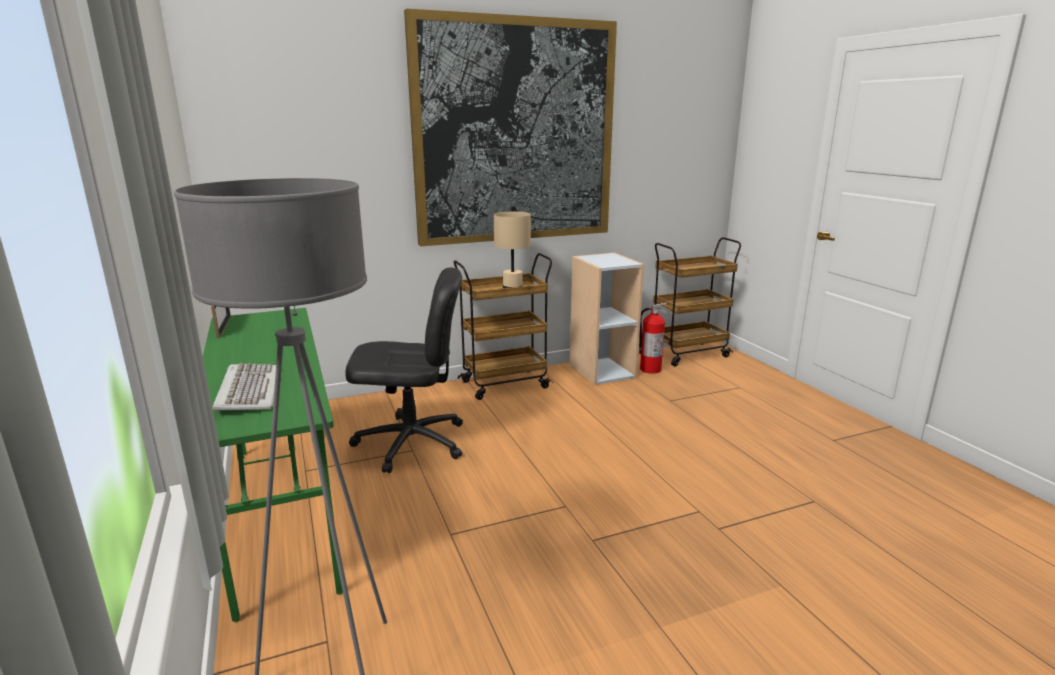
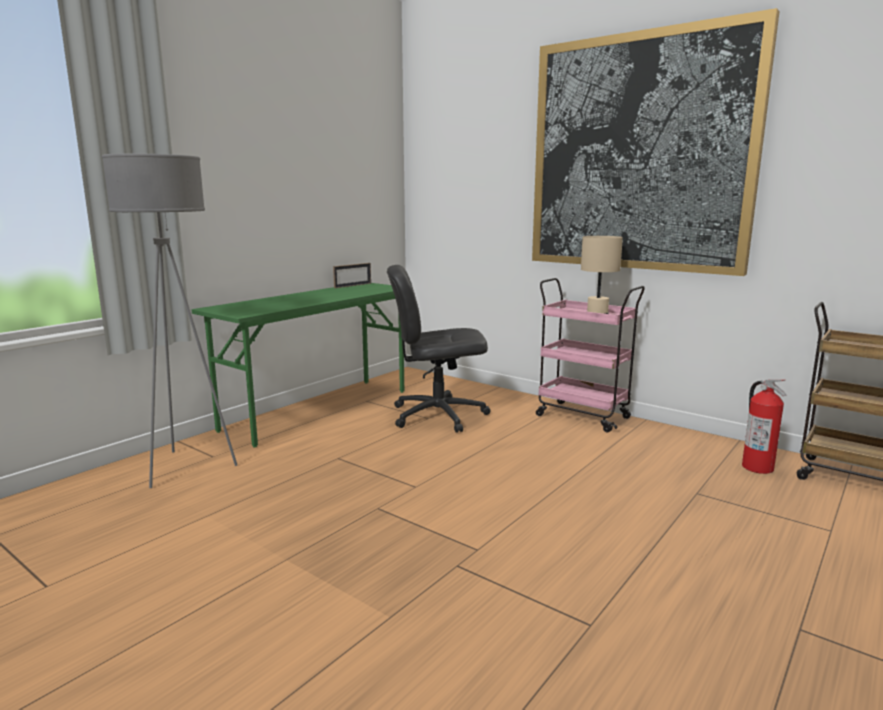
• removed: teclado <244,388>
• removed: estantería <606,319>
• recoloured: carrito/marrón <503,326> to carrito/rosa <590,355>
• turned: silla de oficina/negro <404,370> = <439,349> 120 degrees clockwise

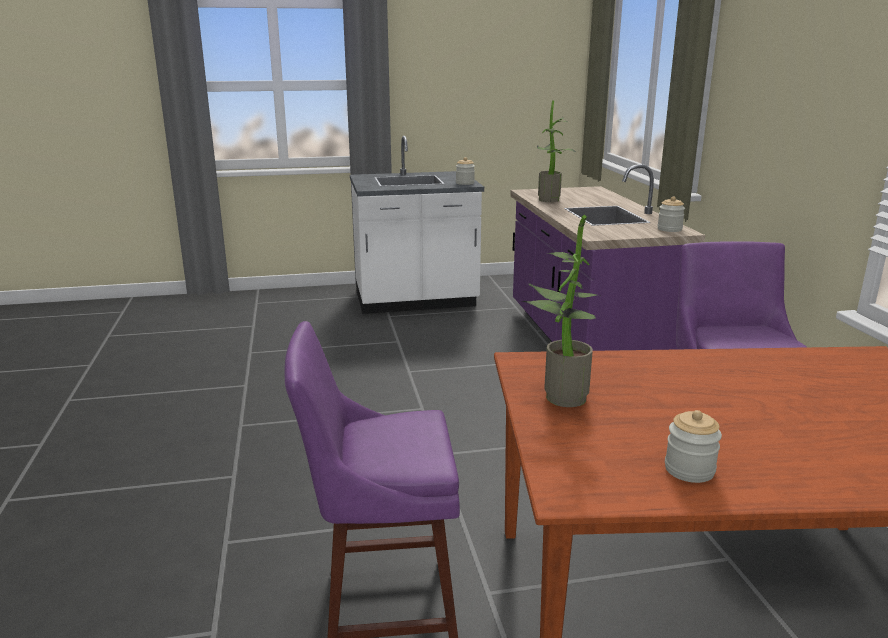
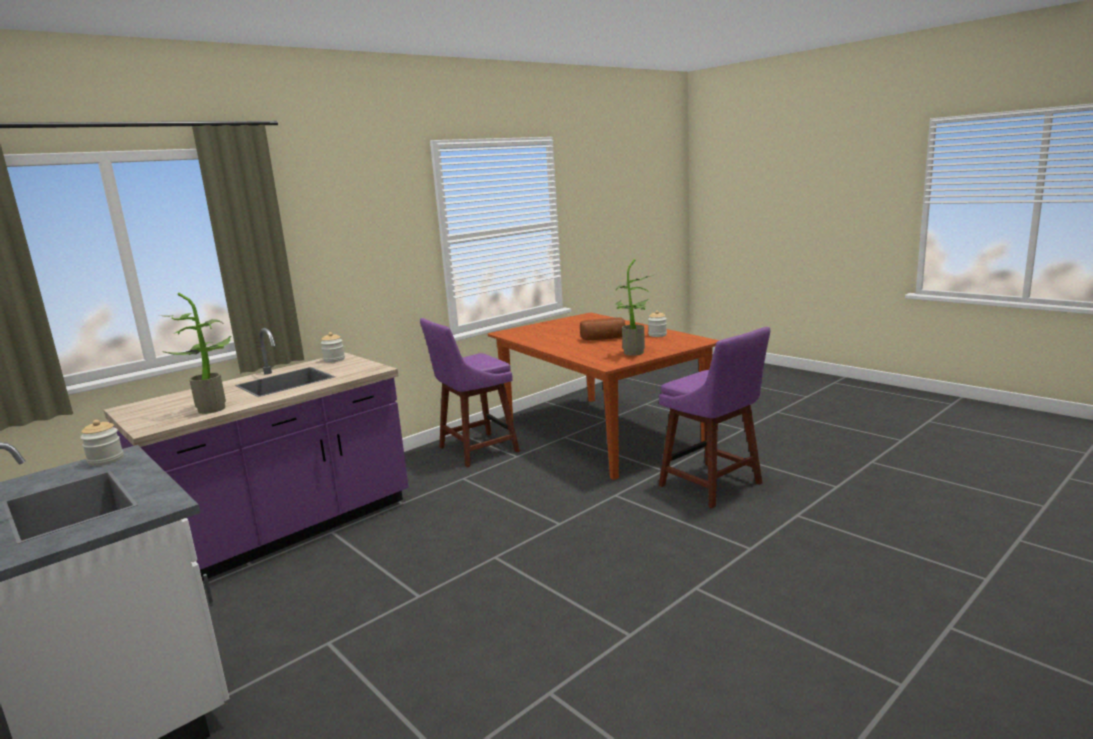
• added: pan <602,328>

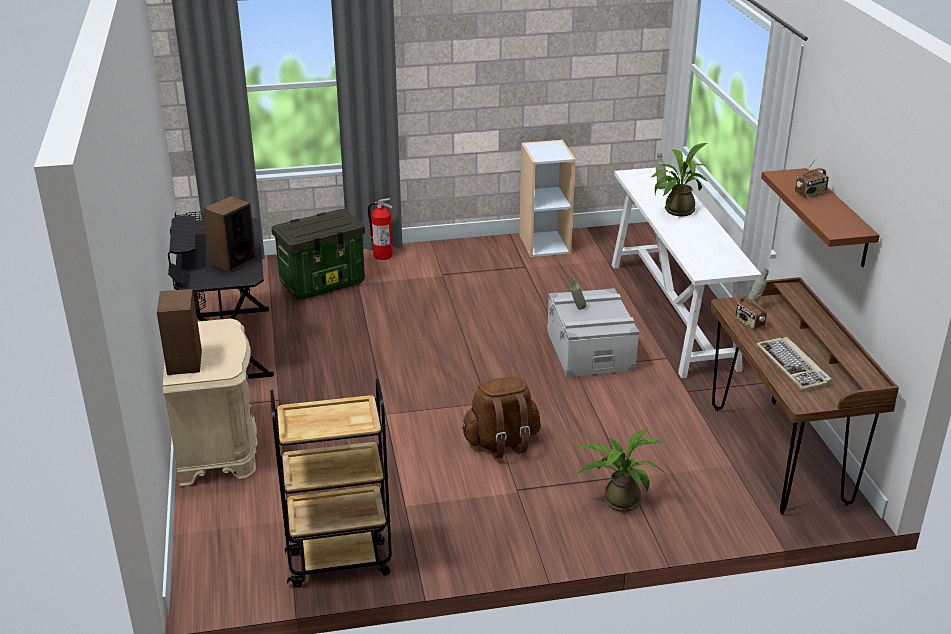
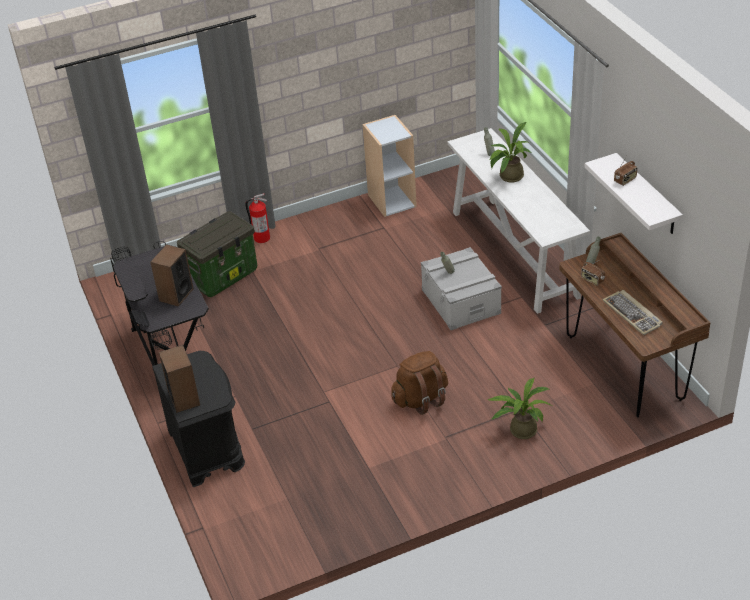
• removed: carrito/marrón <331,483>
• recoloured: mesita de noche/beis <210,402> to mesita de noche/negro <198,419>
• recoloured: estante/marrón <820,217> to estante/blanco <634,193>

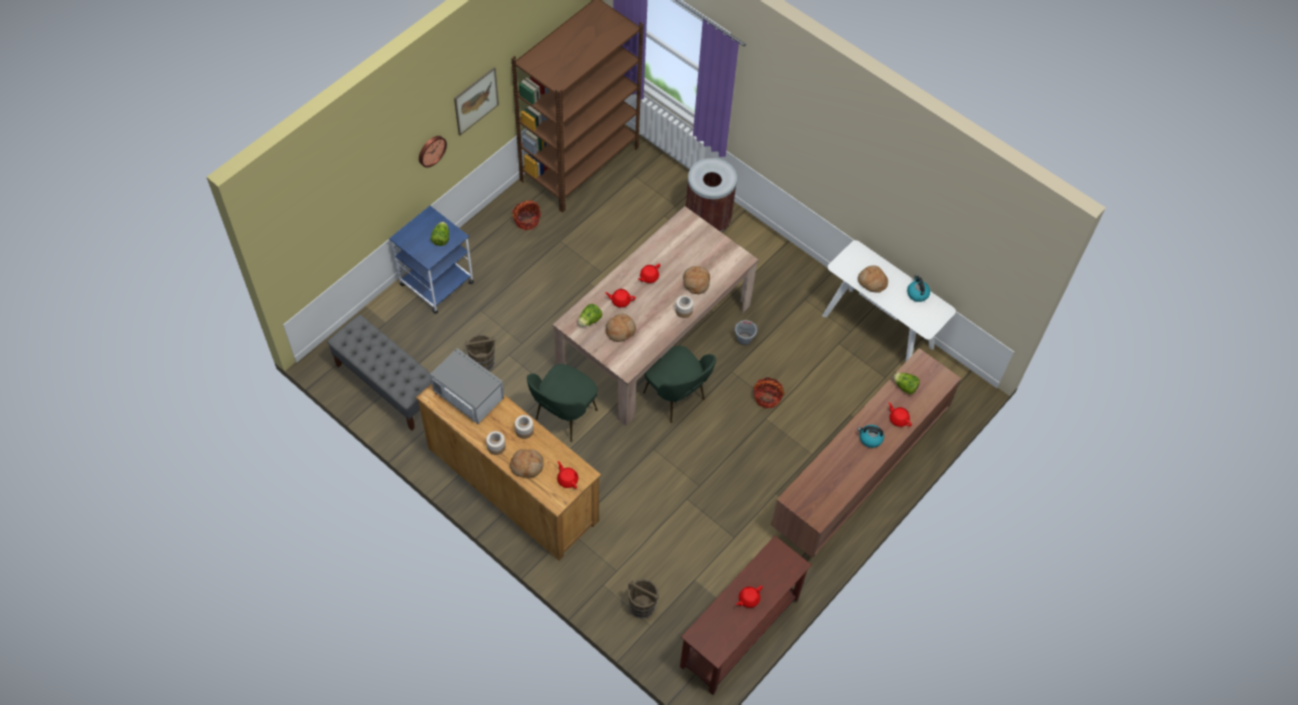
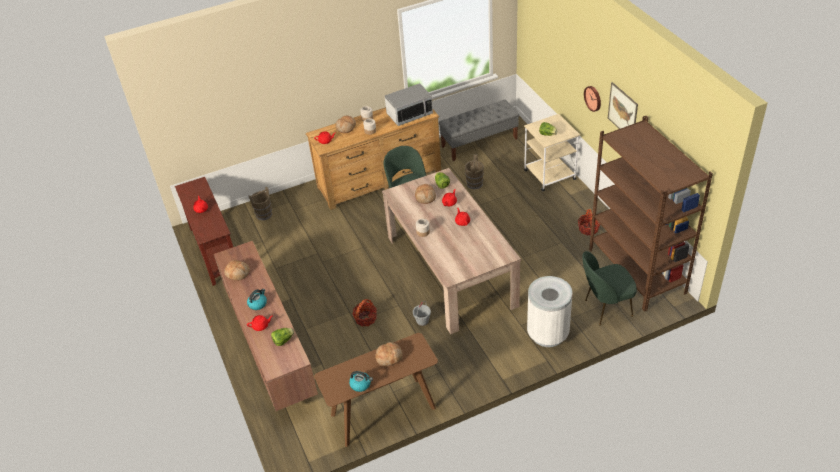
• moved: silla/verde <679,384> to <609,288>
• moved: pan <696,280> to <237,270>
• recoloured: carrito/azul <431,260> to carrito/beis <552,153>
• recoloured: papelera/marrón <711,195> to papelera/blanco <550,311>
• recoloured: mesa consola/blanco <889,300> to mesa consola/marrón <376,390>

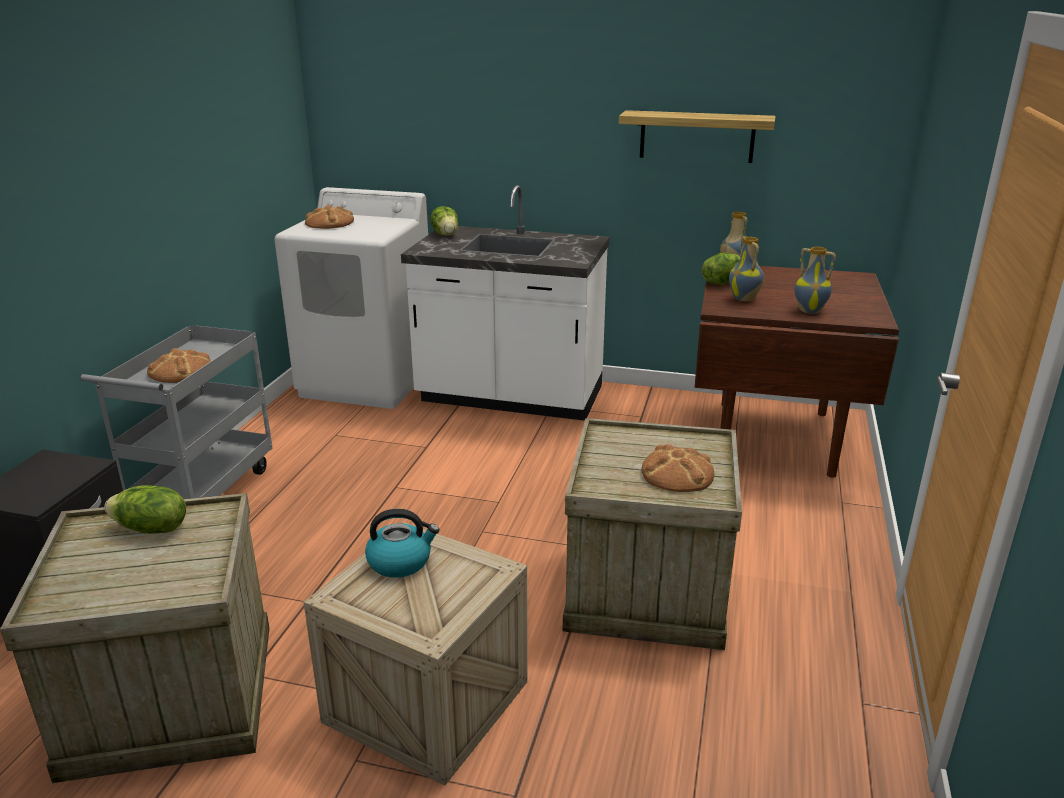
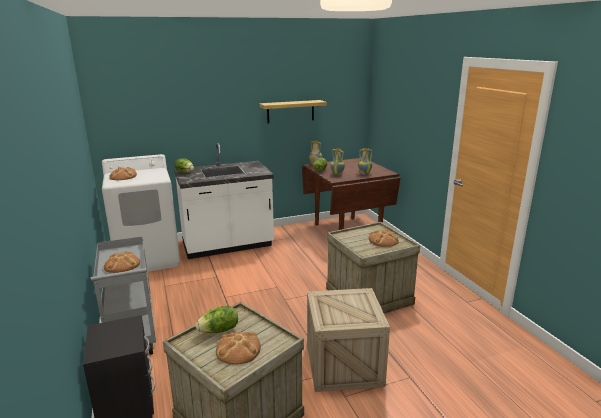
• removed: hervidor <402,543>
• added: pan <238,348>

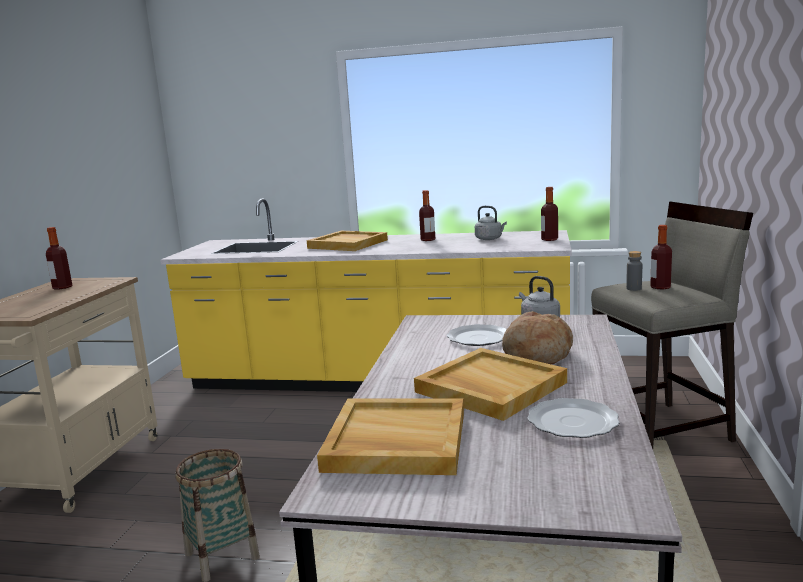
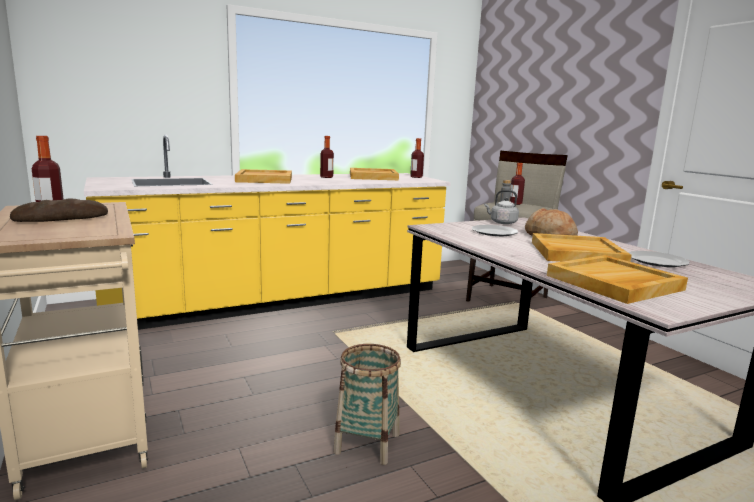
• added: pan <59,210>
• replaced: hervidor/gris <491,223> to bandeja/beis <374,174>

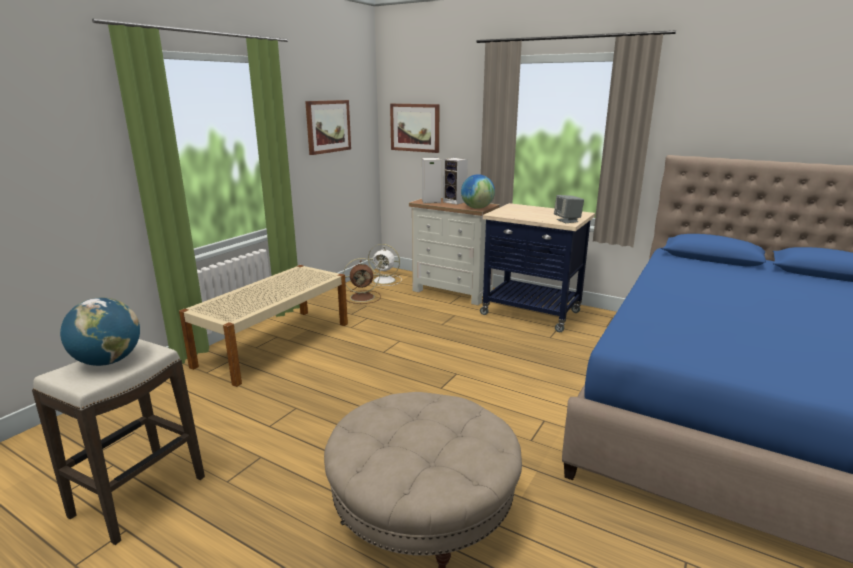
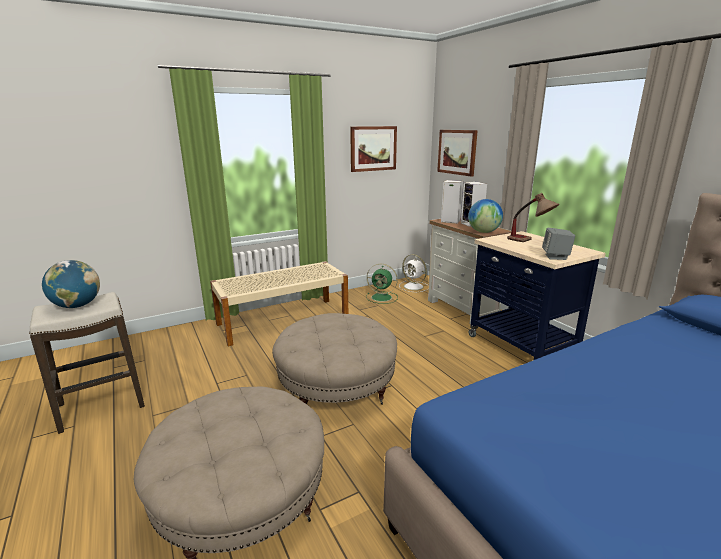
• added: puf/beis <334,359>
• added: lámpara de mesa <533,217>
• recoloured: ventilador/marrón <362,281> to ventilador/verde <382,284>

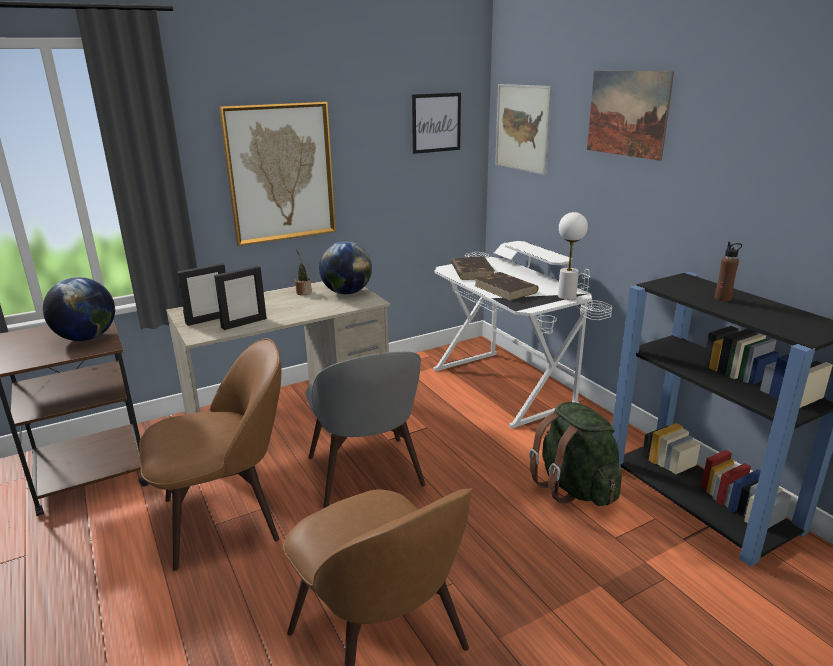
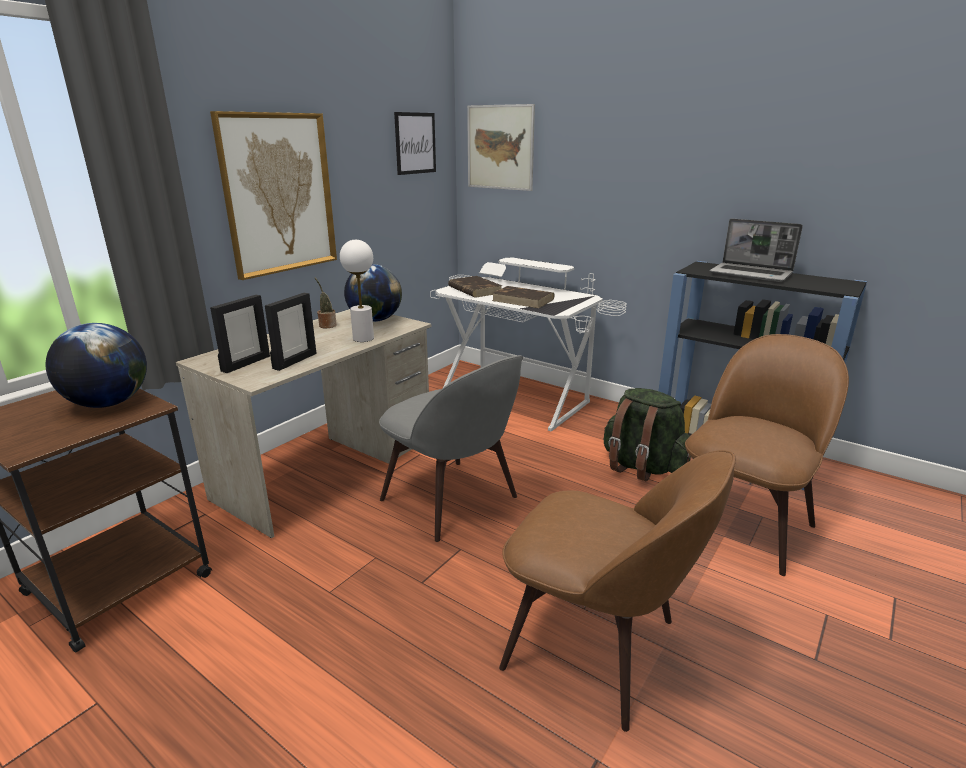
• removed: cuadro <630,116>
• moved: silla/marrón <210,454> to <767,455>
• moved: lámpara de mesa/blanco <573,256> to <357,291>
• replaced: botella/marrón <728,271> to portátil <756,250>

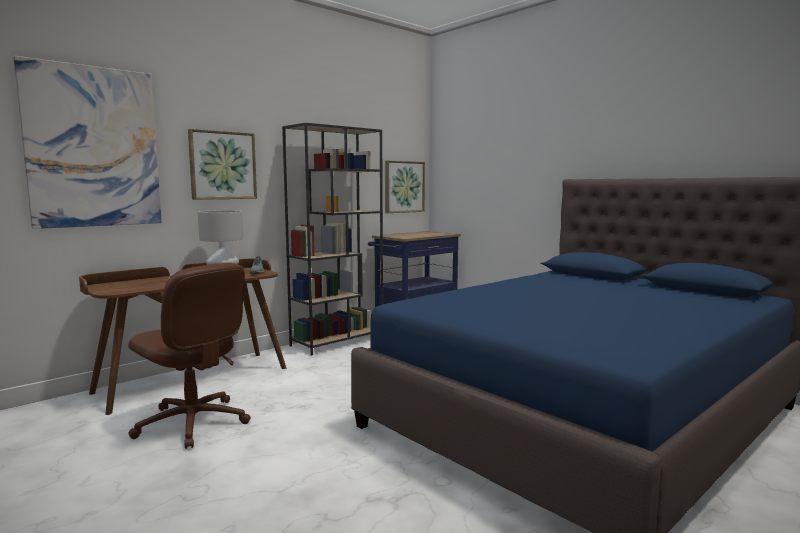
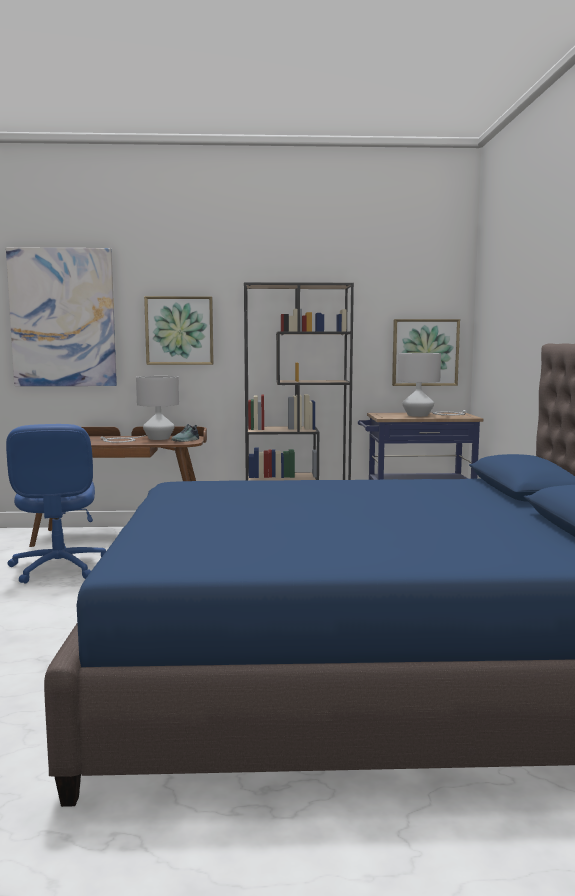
• added: lámpara de mesa/blanco <432,385>
• recoloured: silla de oficina/marrón <189,356> to silla de oficina/azul <56,503>

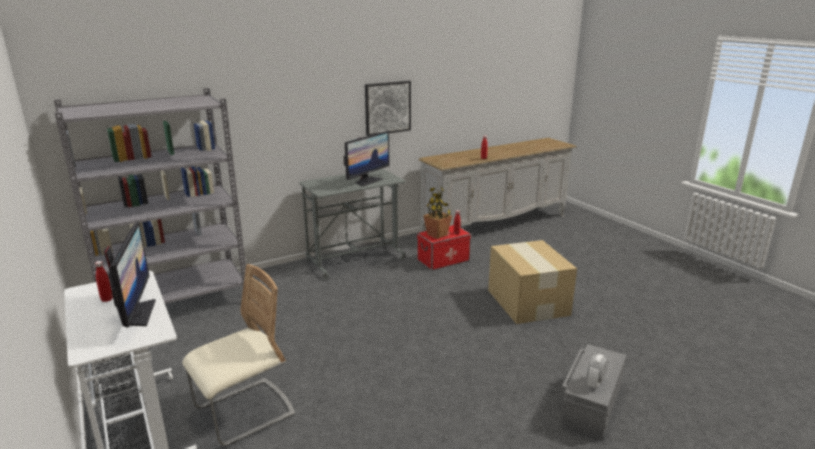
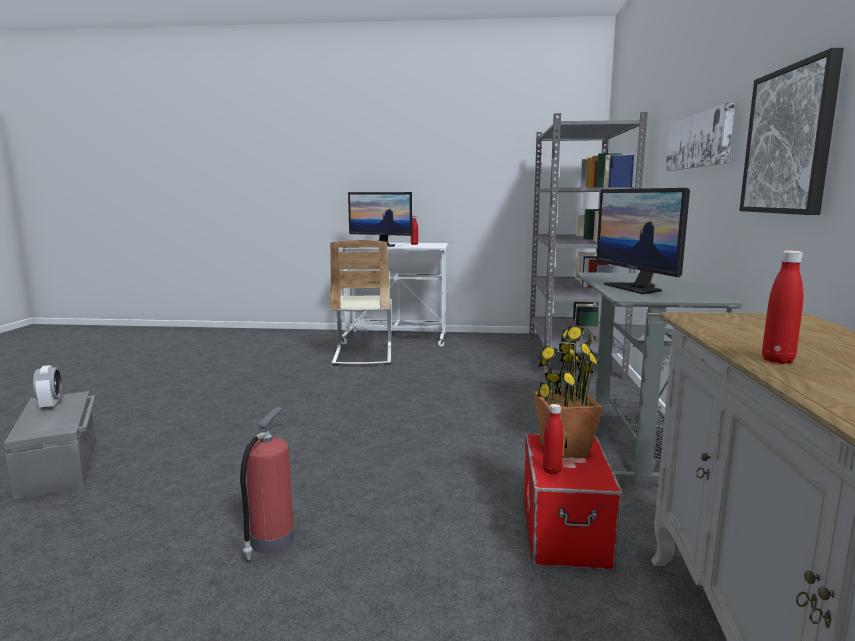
• added: cuadro <700,137>
• replaced: caja de cartón <532,282> to extintor <267,483>

